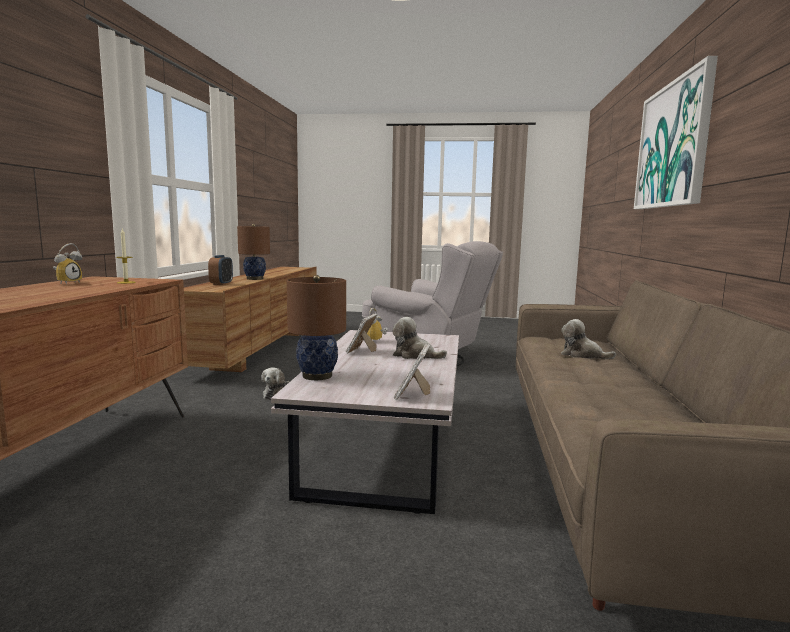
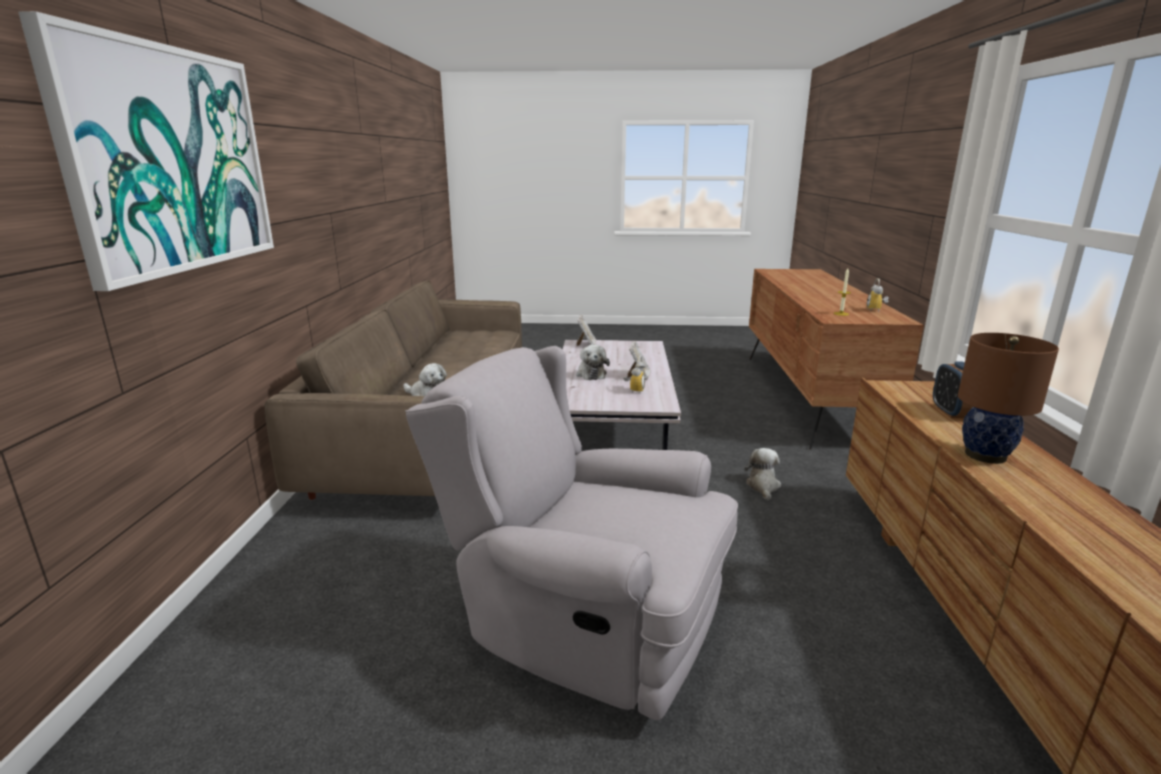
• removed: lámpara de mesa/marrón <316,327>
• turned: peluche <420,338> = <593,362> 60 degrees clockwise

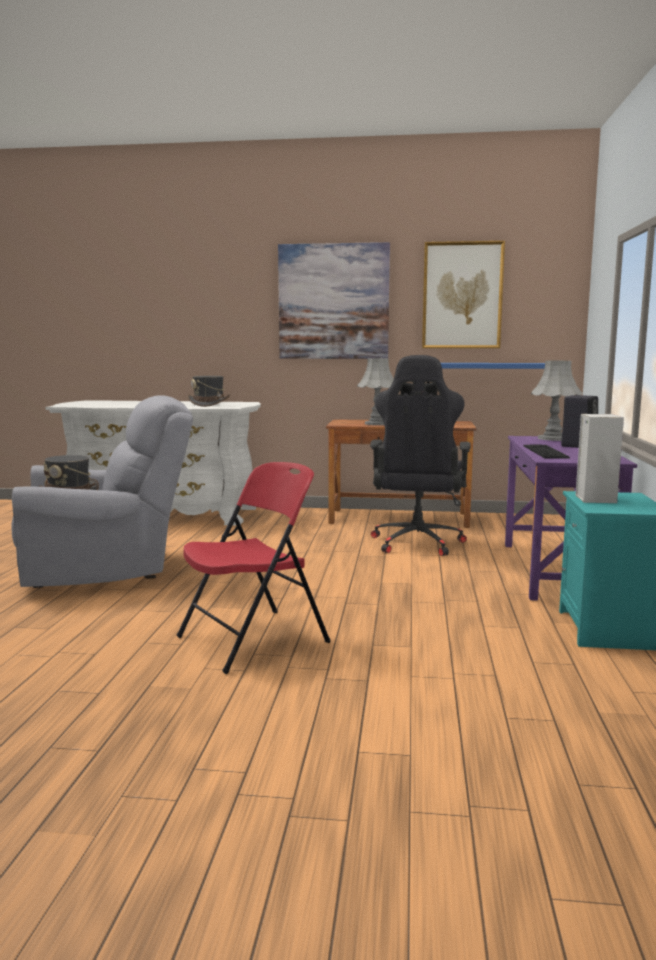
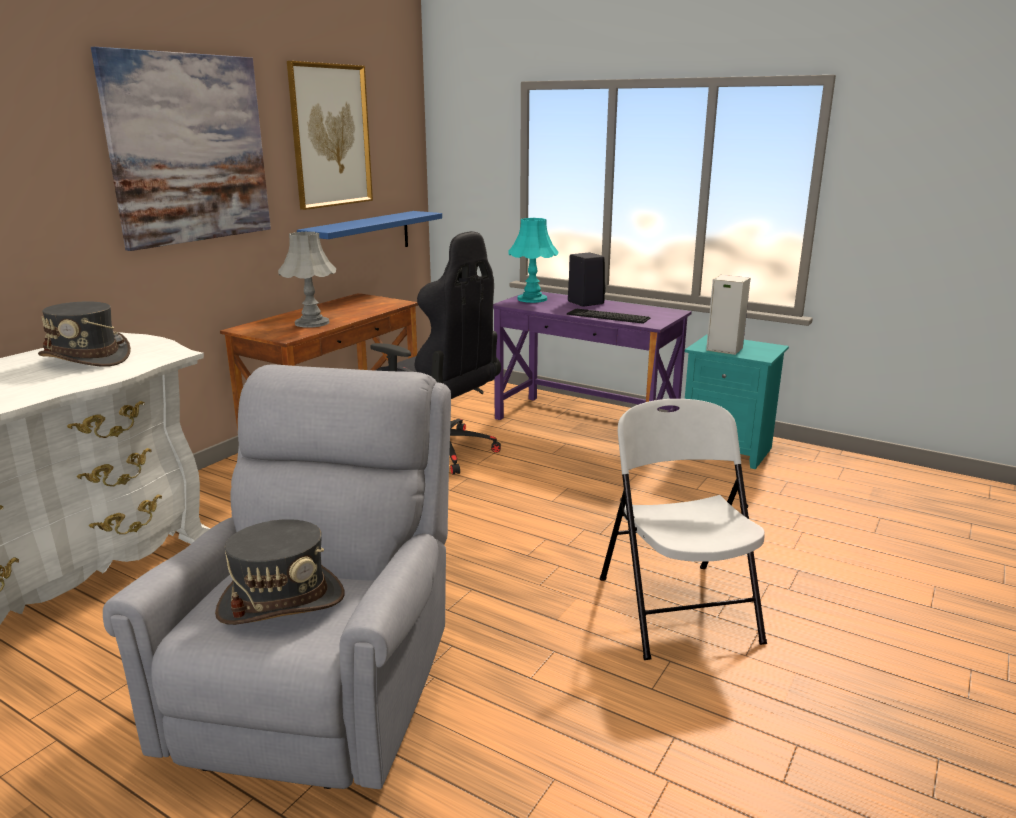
• recoloured: silla/rojo <253,568> to silla/blanco <683,529>
• recoloured: lámpara de mesa/gris <556,401> to lámpara de mesa/turquesa <533,260>

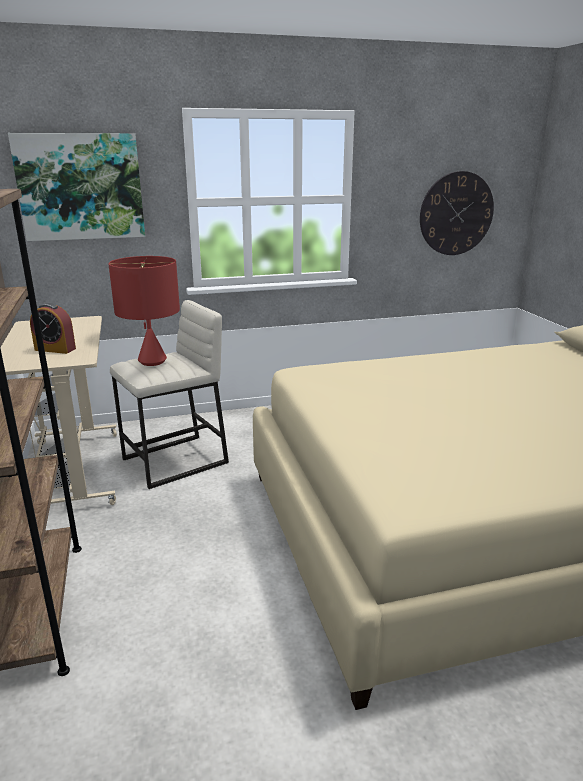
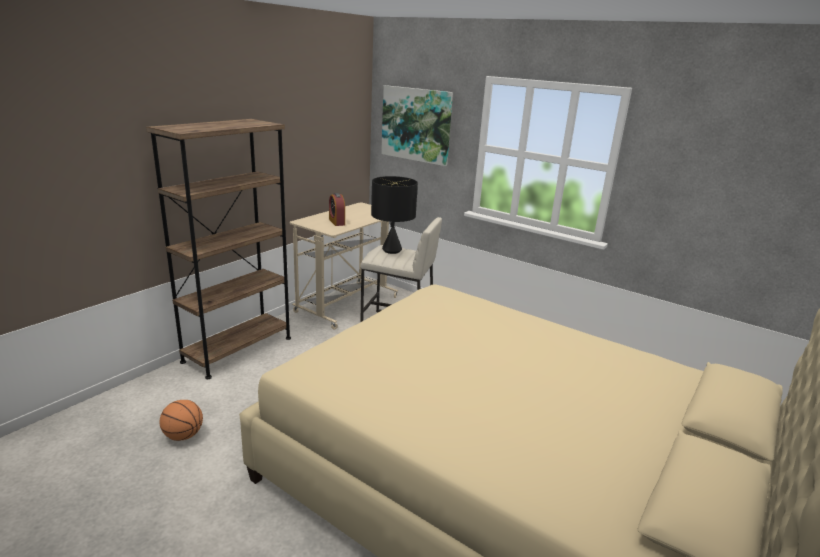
• removed: reloj de pared <457,213>
• added: balón de baloncesto <181,420>
• recoloured: lámpara de mesa/rojo <144,311> to lámpara de mesa/negro <394,215>

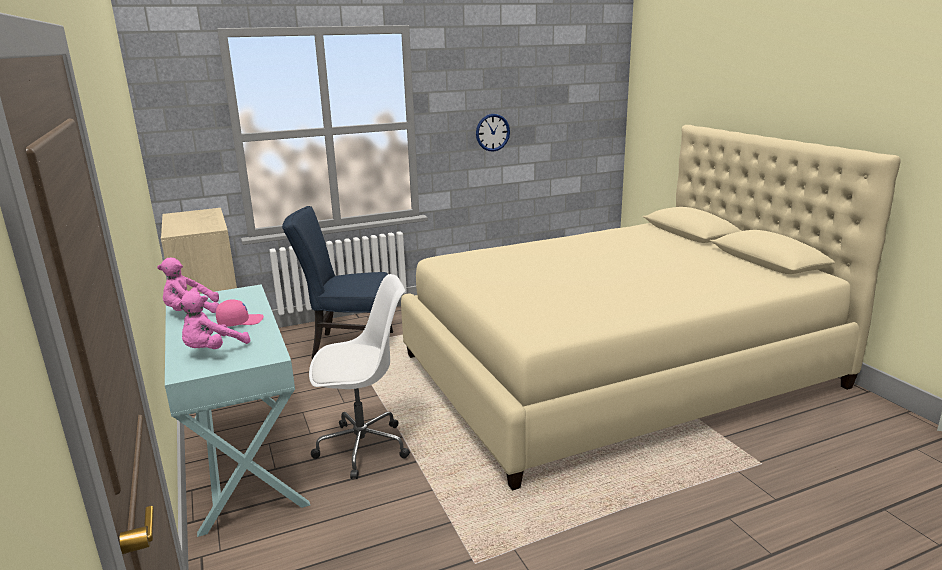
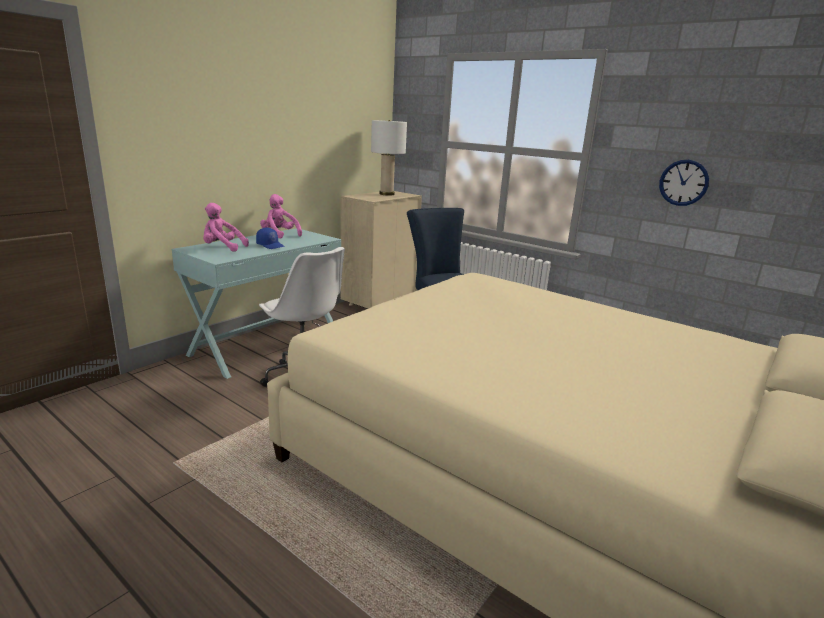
• added: lámpara de mesa/blanco <389,157>
• recoloured: gorra/rosa <240,313> to gorra/azul <270,238>

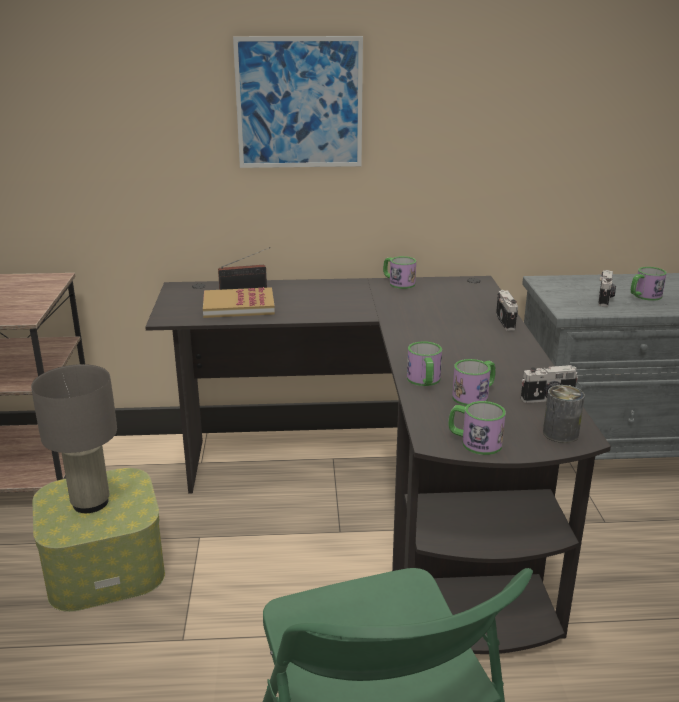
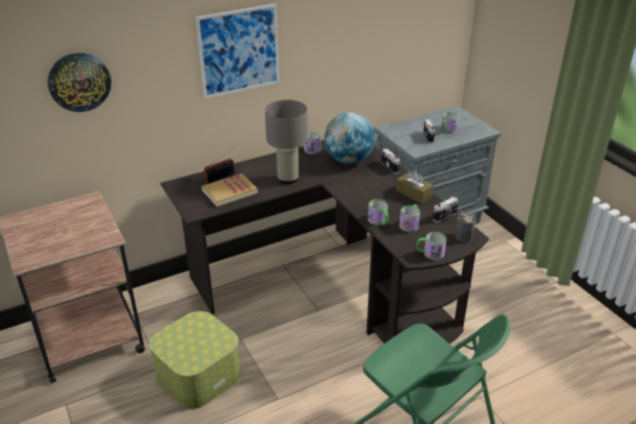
• added: reloj de pared <79,82>
• added: globo terráqueo <349,138>
• added: caja de pañuelos/marrón <415,187>
• moved: lámpara de mesa/gris <74,438> to <286,142>

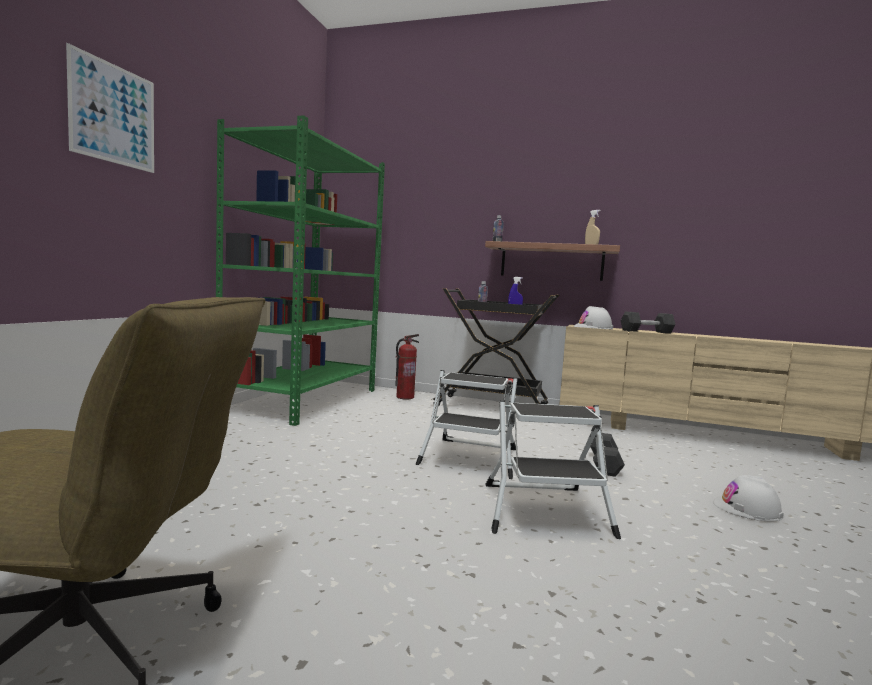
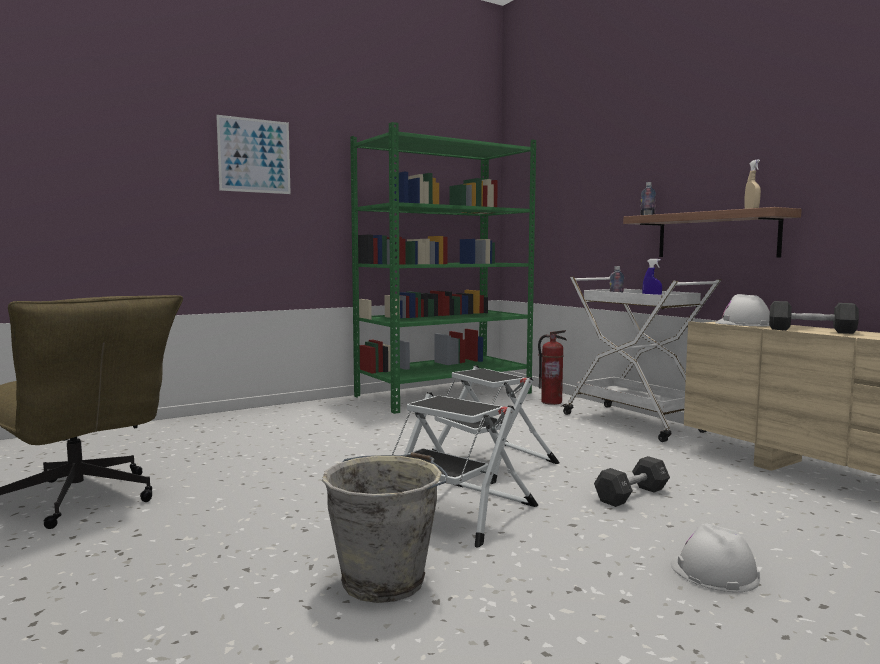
• added: cubo/gris <385,527>
• recoloured: carrito/negro <495,347> to carrito/blanco <641,359>

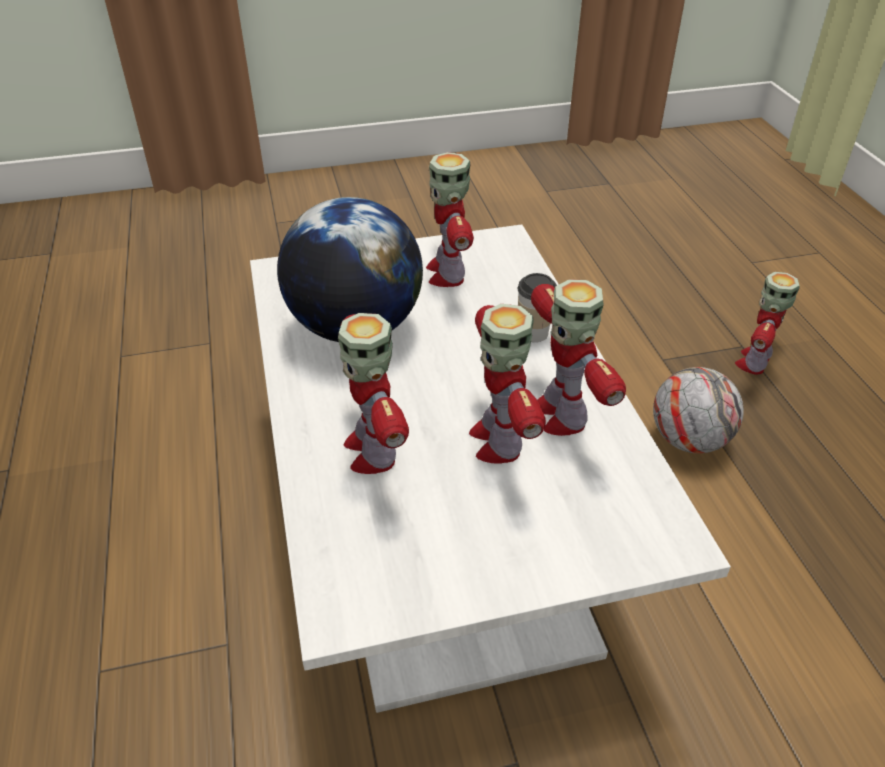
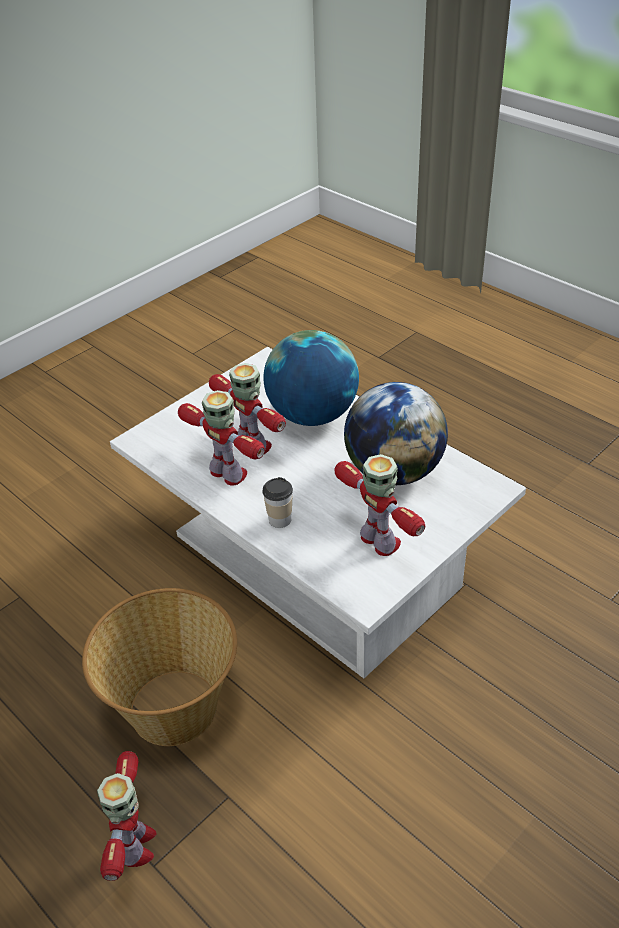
• replaced: robot de juguete <373,393> to globo terráqueo <311,378>
• replaced: balón de fútbol <698,410> to cesta <159,667>

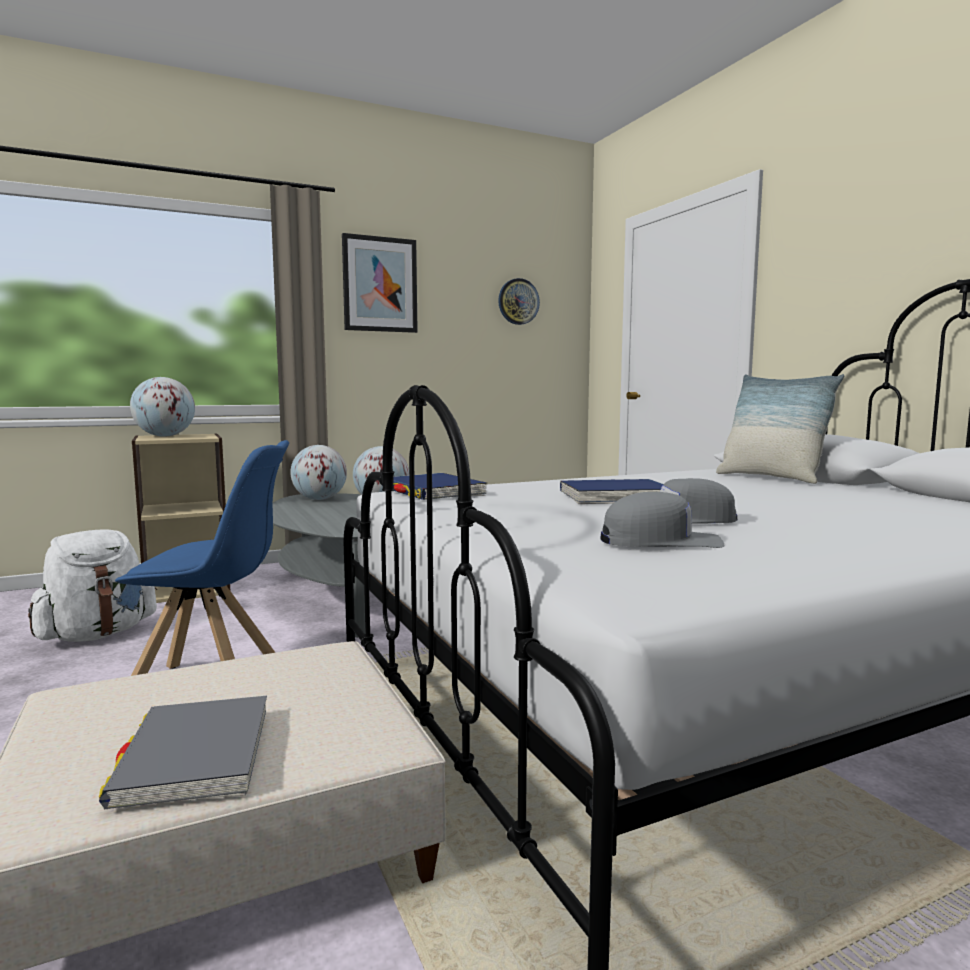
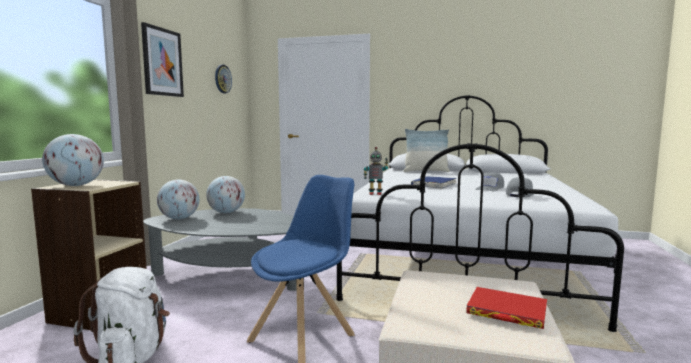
• replaced: libro/azul <434,486> to robot de juguete <376,171>
• recoloured: libro/gris <183,753> to libro/rojo <506,308>

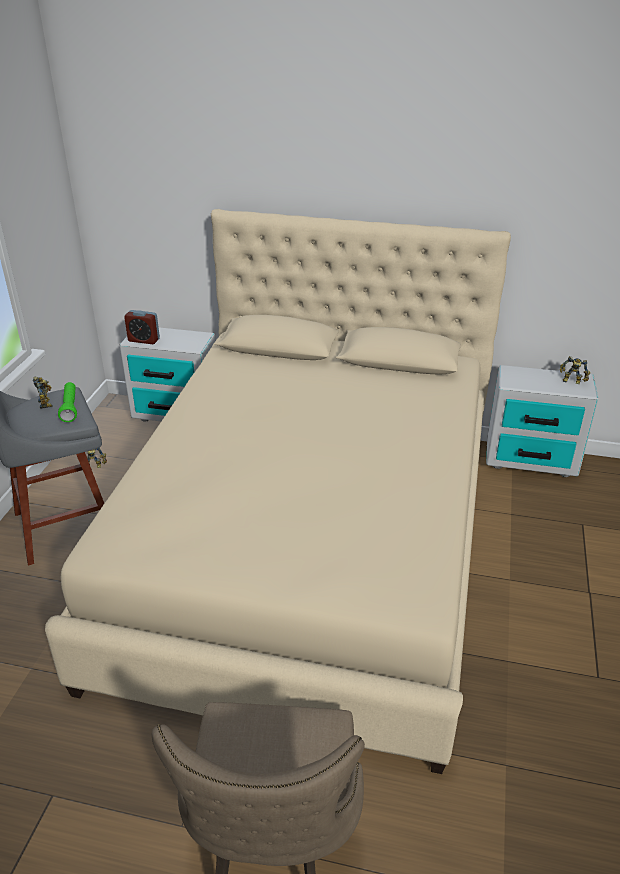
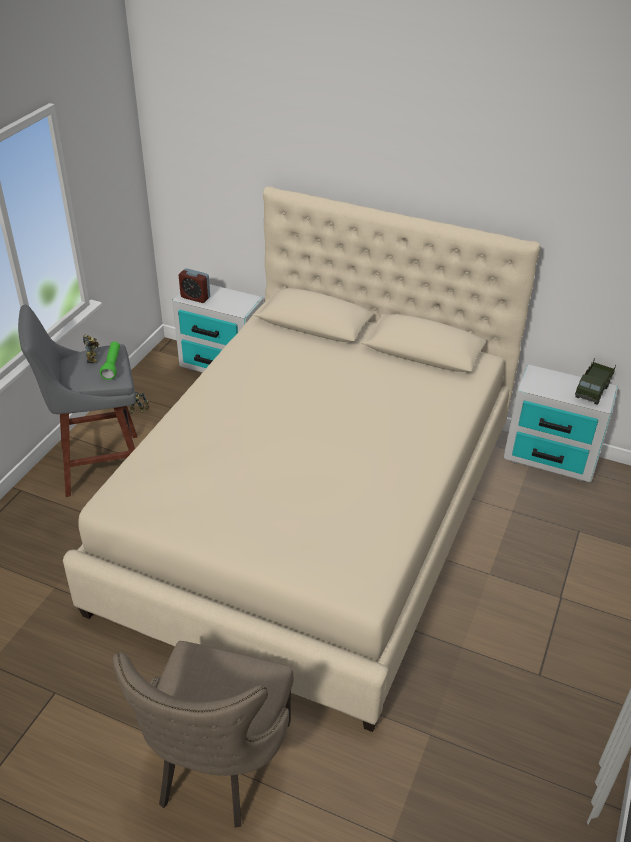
• replaced: robot de juguete <575,370> to camión de juguete <595,381>

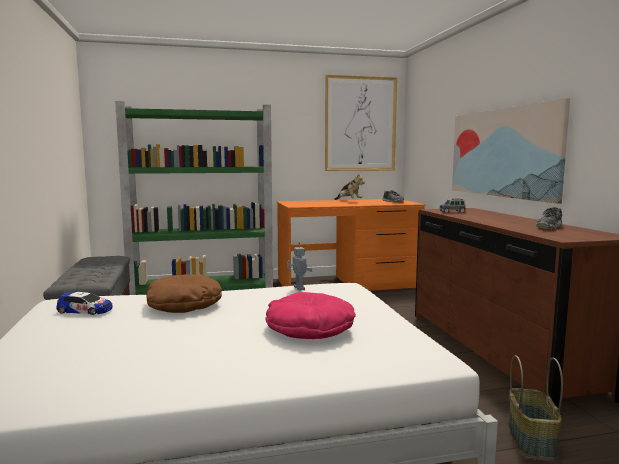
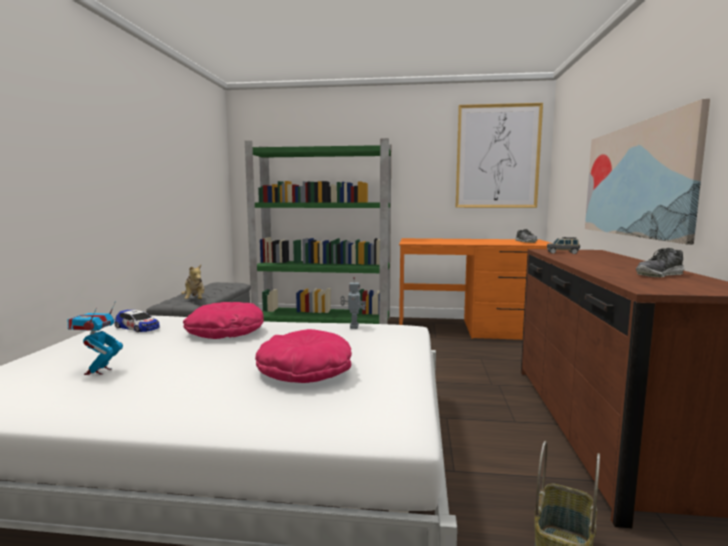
• added: robot de juguete <95,338>
• moved: peluche <349,186> to <193,282>
• recoloured: cojín/marrón <184,293> to cojín/rosa <223,320>

